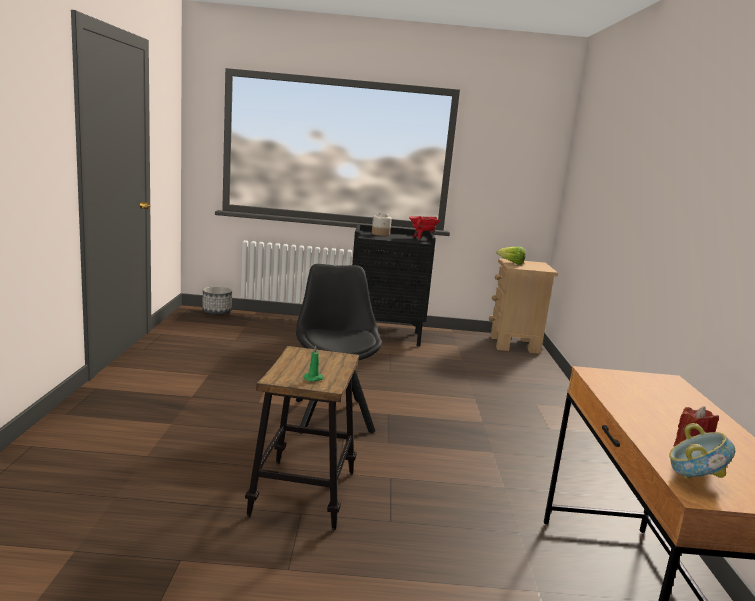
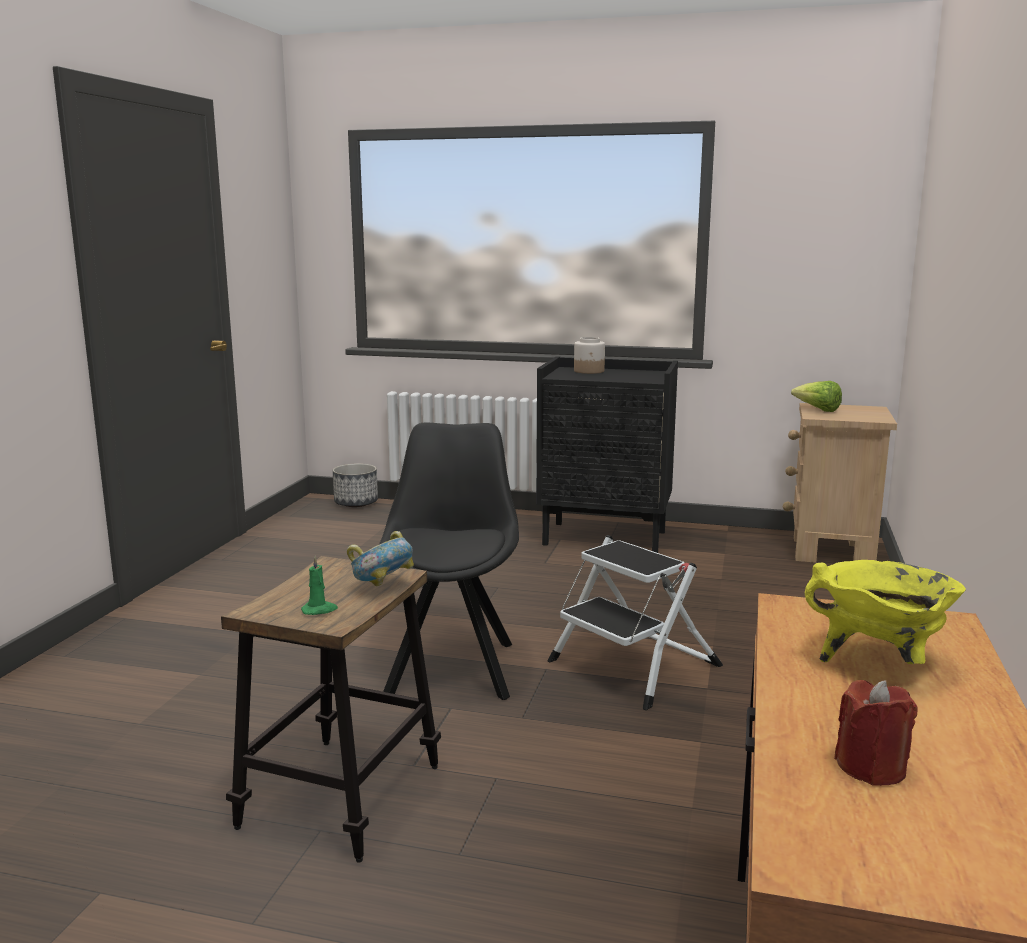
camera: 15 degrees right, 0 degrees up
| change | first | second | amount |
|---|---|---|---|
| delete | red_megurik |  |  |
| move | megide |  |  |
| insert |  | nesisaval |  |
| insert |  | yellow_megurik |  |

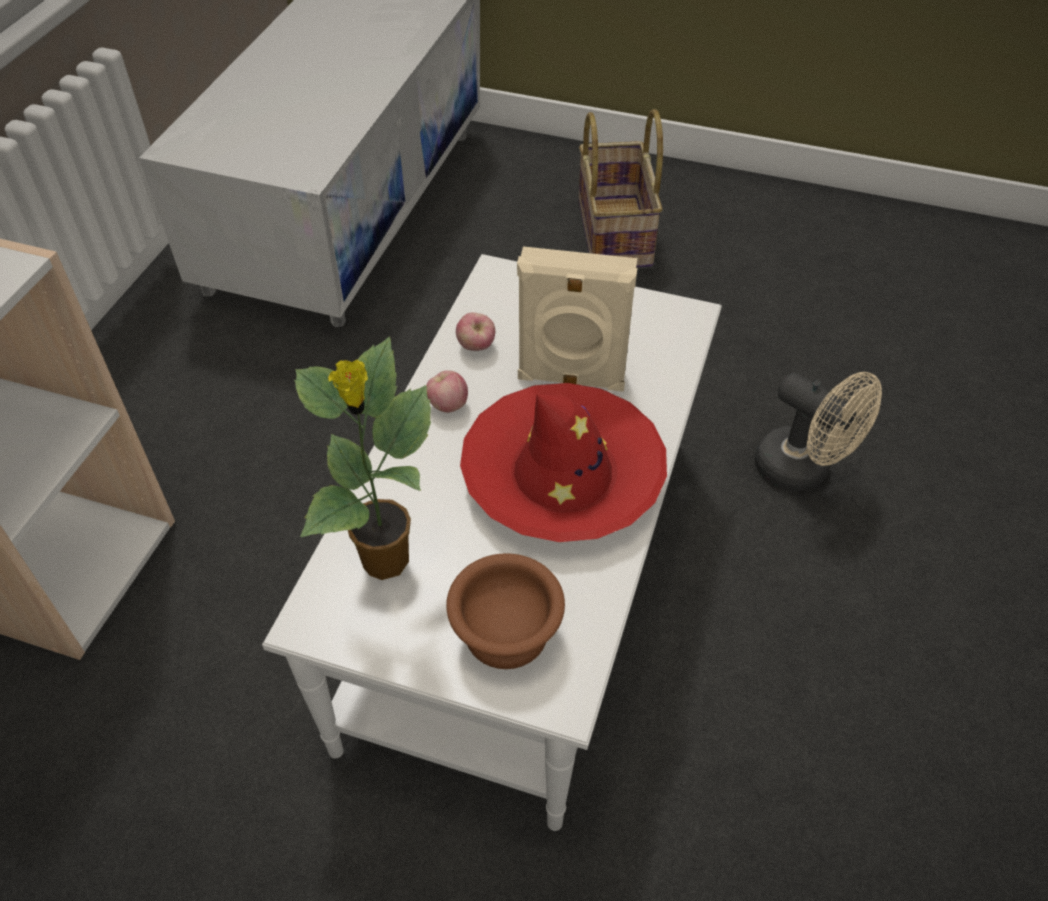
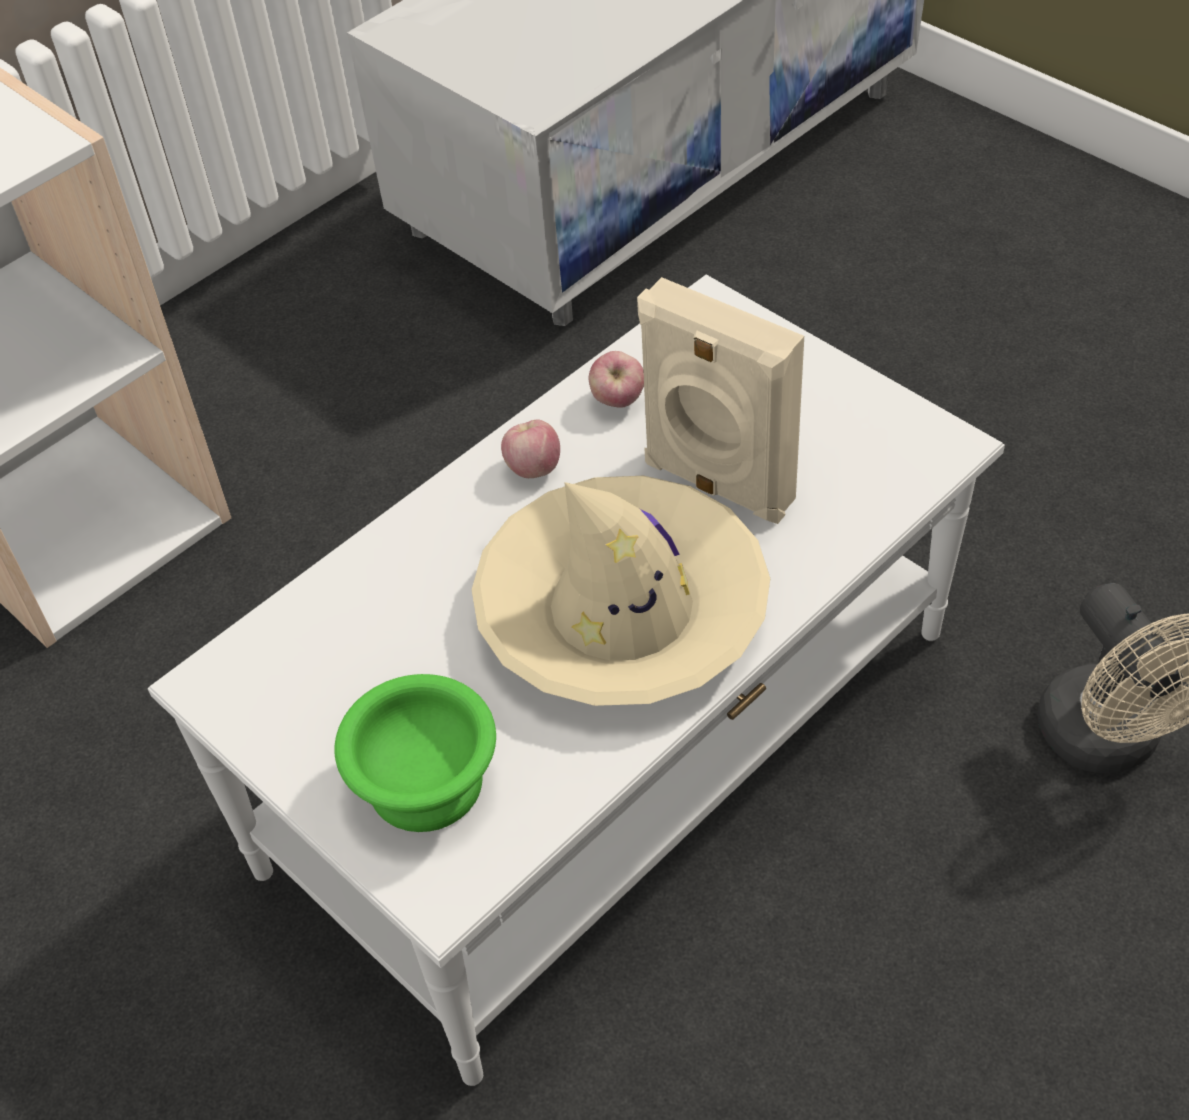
camera: 30 degrees right, 0 degrees up
| change | first | second | amount |
|---|---|---|---|
| delete | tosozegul |  |  |
| delete | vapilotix |  |  |
| recolor | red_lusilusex | beige_lusilusex |  |
| recolor | brown_megide | green_megide |  |

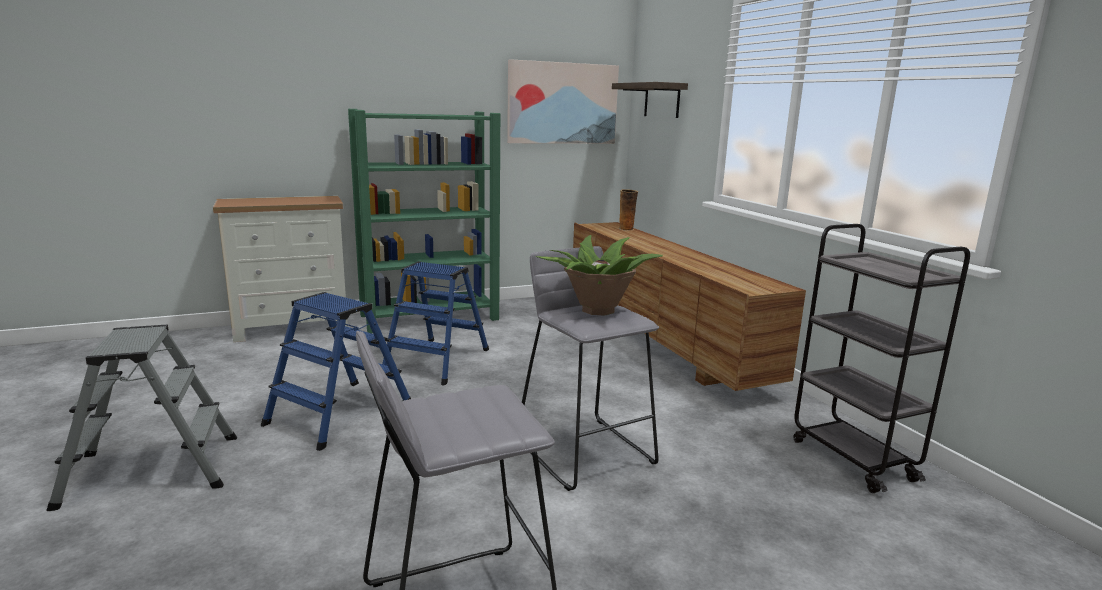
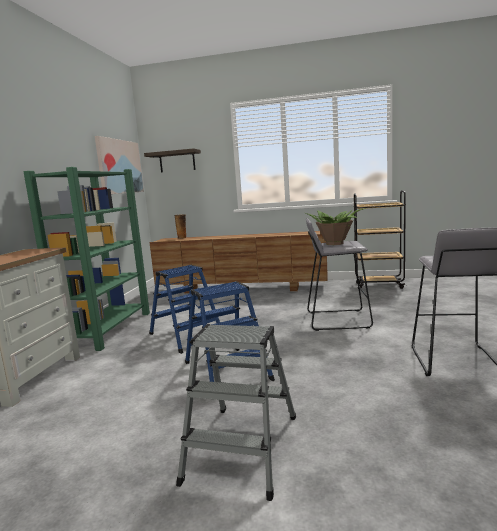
camera: 55 degrees left, 5 degrees down
| change | first | second | amount |
|---|---|---|---|
| recolor | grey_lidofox | brown_lidofox |  |

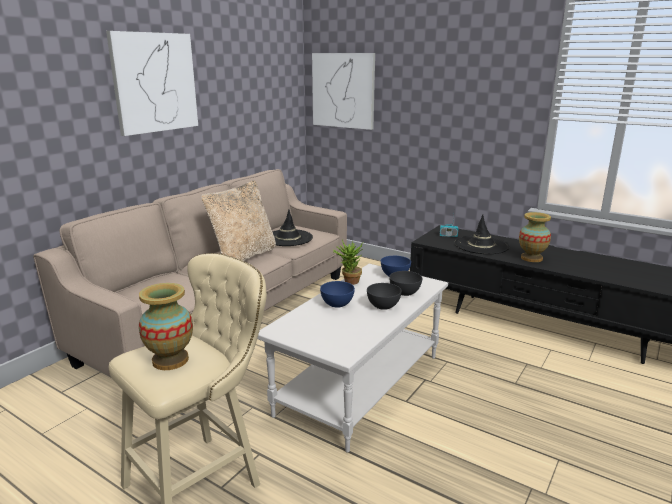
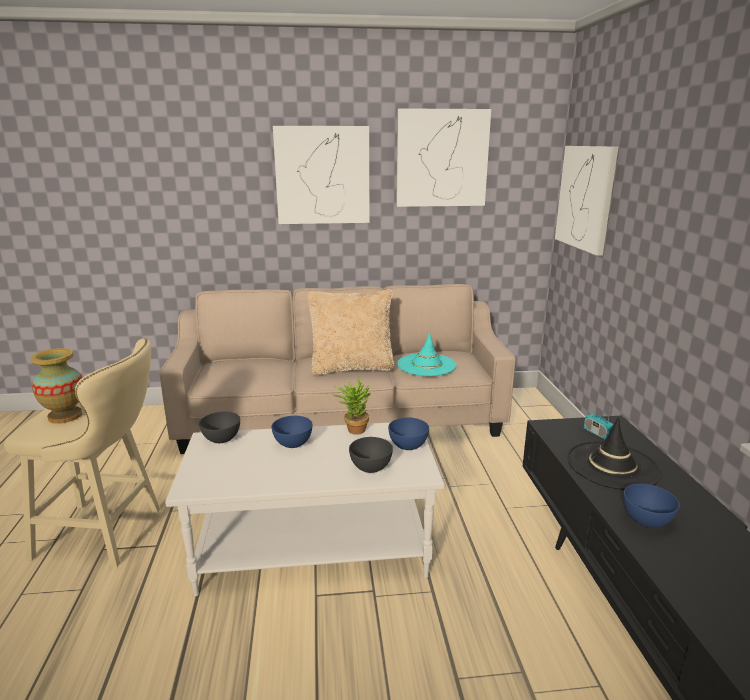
camera: 50 degrees right, 0 degrees up
| change | first | second | amount |
|---|---|---|---|
| recolor | black_lusilusex (1st from left) | turquoise_lusilusex |  |
| replace | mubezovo (2nd from left) | blue_megide (3rd from left) |  |
| move | grey_megide (1st from left) |  |  |
| insert |  | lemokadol (2nd from left) |  |

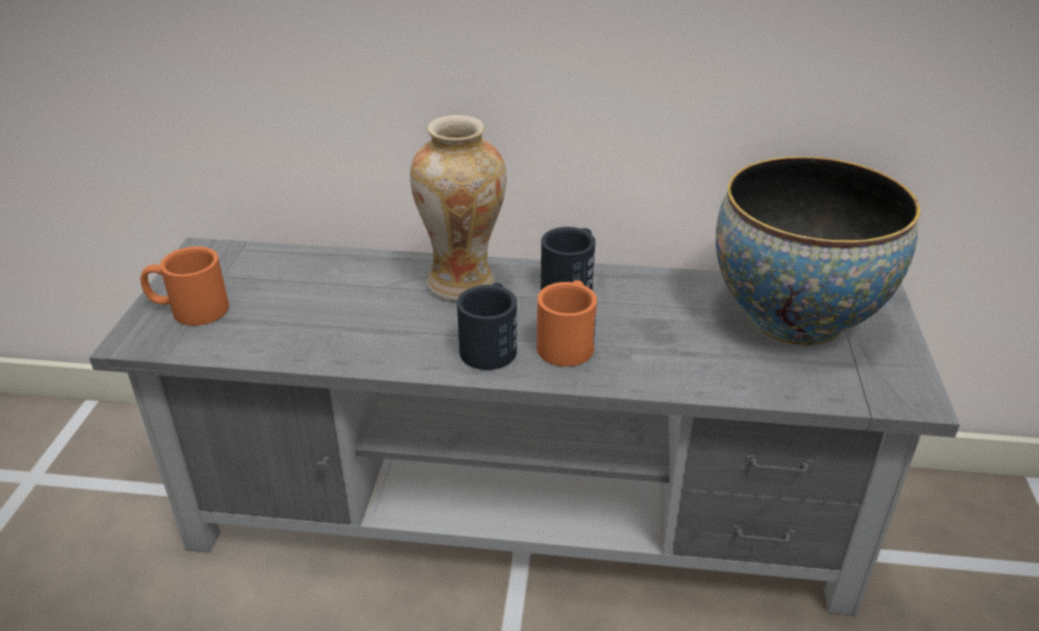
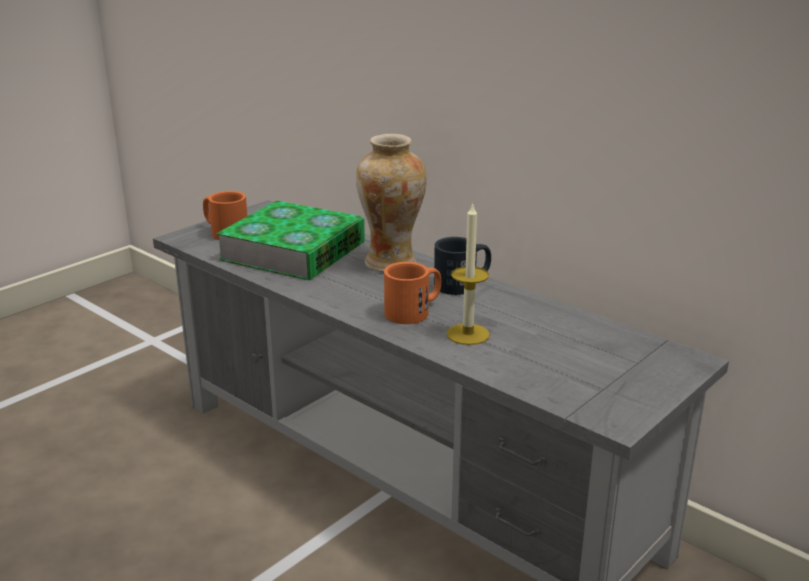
camera: 35 degrees right, 10 degrees down
| change | first | second | amount |
|---|---|---|---|
| delete | megide |  |  |
| delete | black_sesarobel (1st from left) |  |  |
| insert |  | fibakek |  |
| insert |  | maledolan |  |

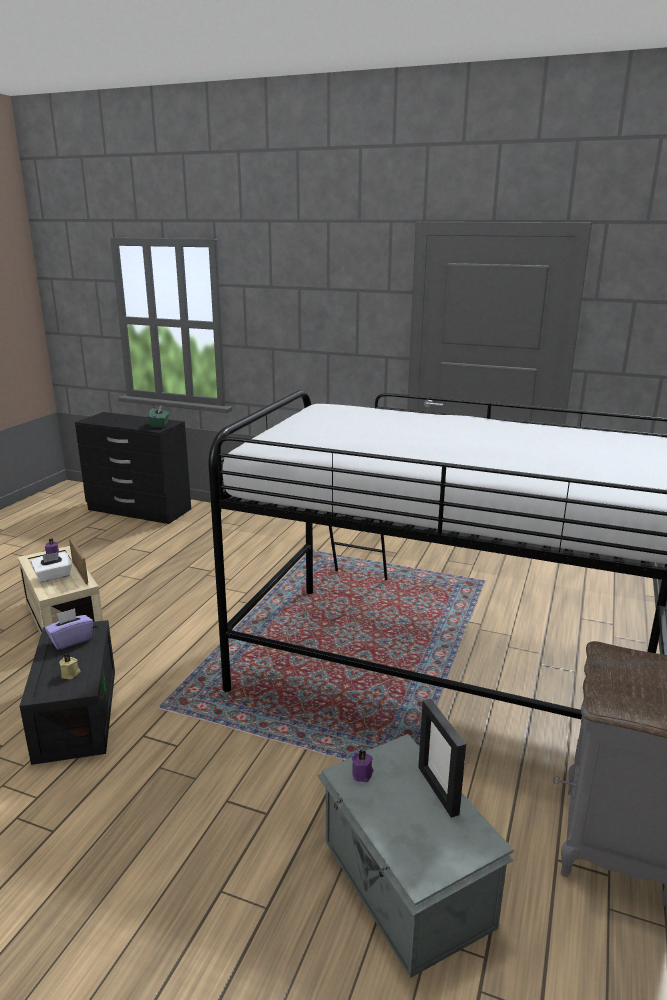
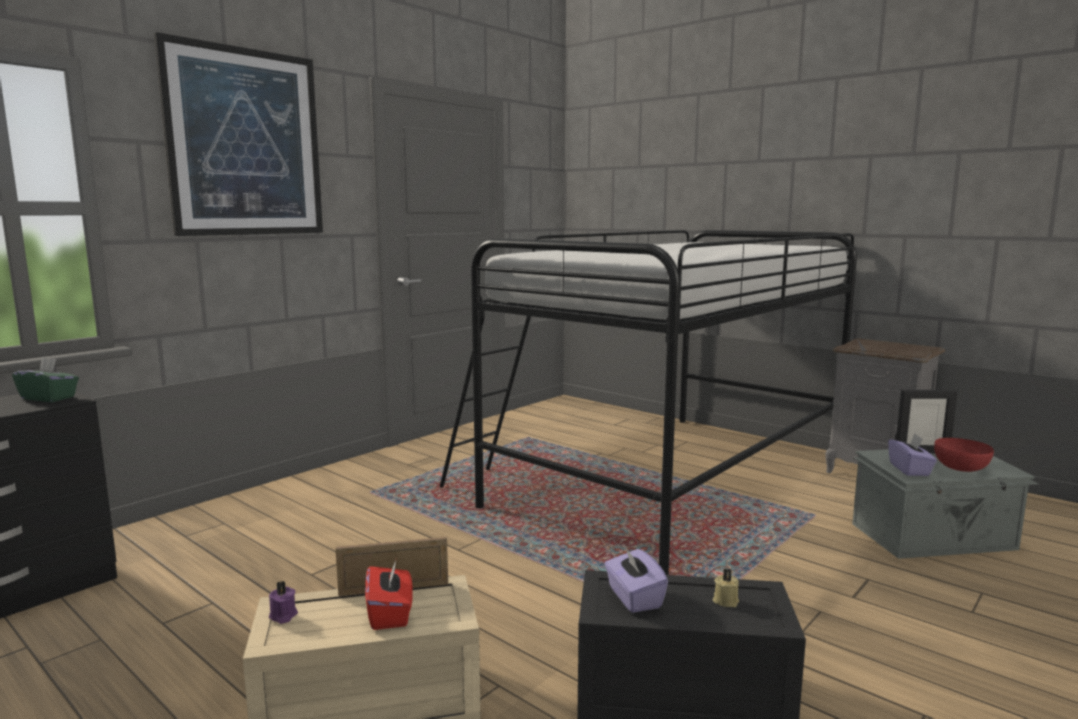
camera: 70 degrees left, 10 degrees down
| change | first | second | amount |
|---|---|---|---|
| recolor | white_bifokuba | red_bifokuba |  |
| replace | purple_maledolan (2nd from left) | purple_bifokuba (2nd from left) |  |
| insert |  | lemokadol |  |
| insert |  | red_megide |  |

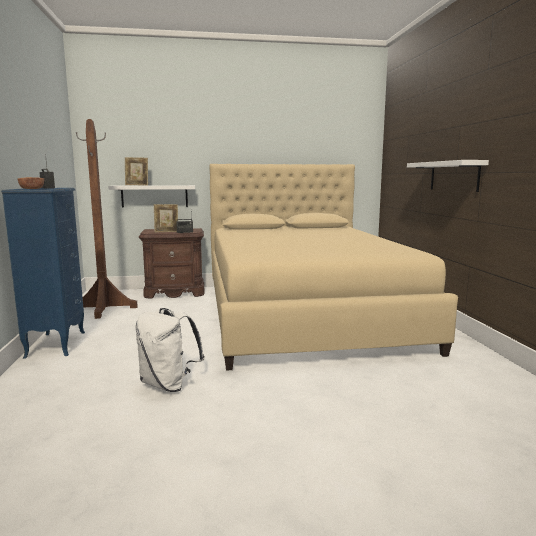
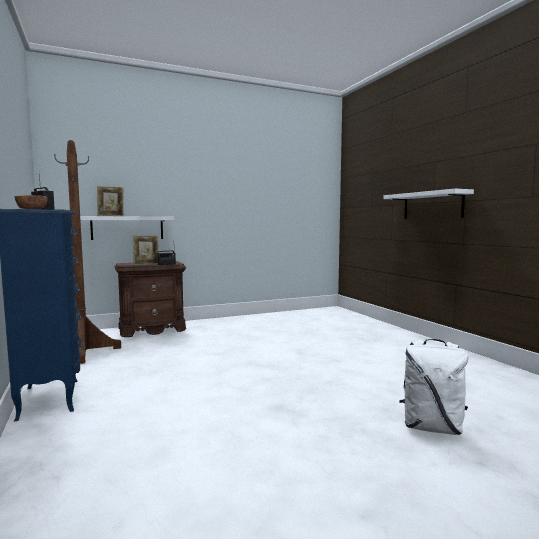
camera: 15 degrees left, 5 degrees down
| change | first | second | amount |
|---|---|---|---|
| delete | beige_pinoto |  |  |
| move | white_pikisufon |  |  |

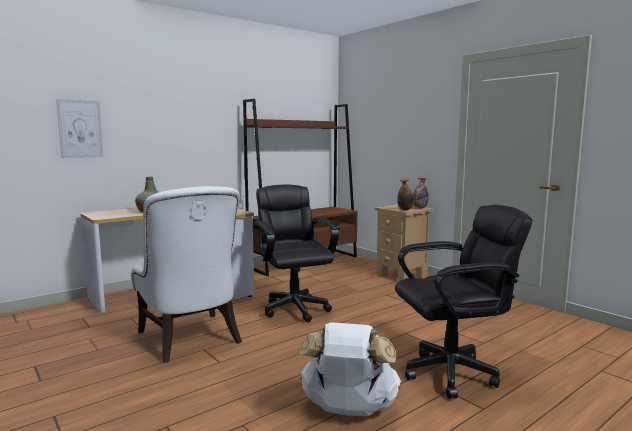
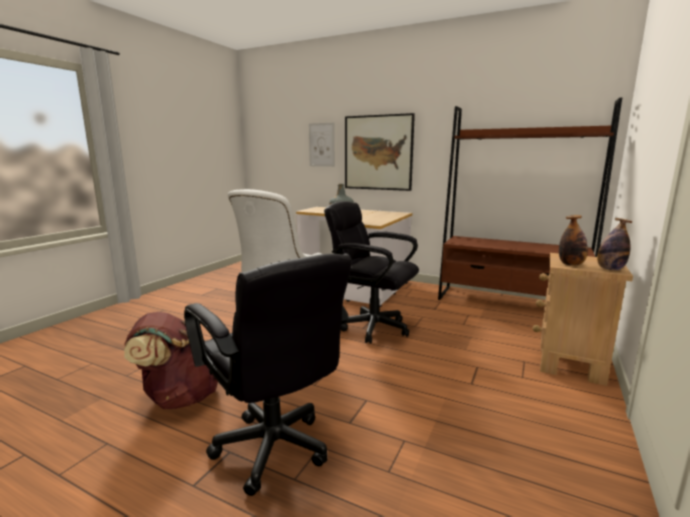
camera: 65 degrees right, 5 degrees up
| change | first | second | amount |
|---|---|---|---|
| rotate | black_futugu (1st from left in the first image) | black_futugu (2nd from left) | 105 degrees counterclockwise |
| recolor | white_pikisufon | brown_pikisufon |  |
| insert |  | lemokadol (2nd from left) |  |

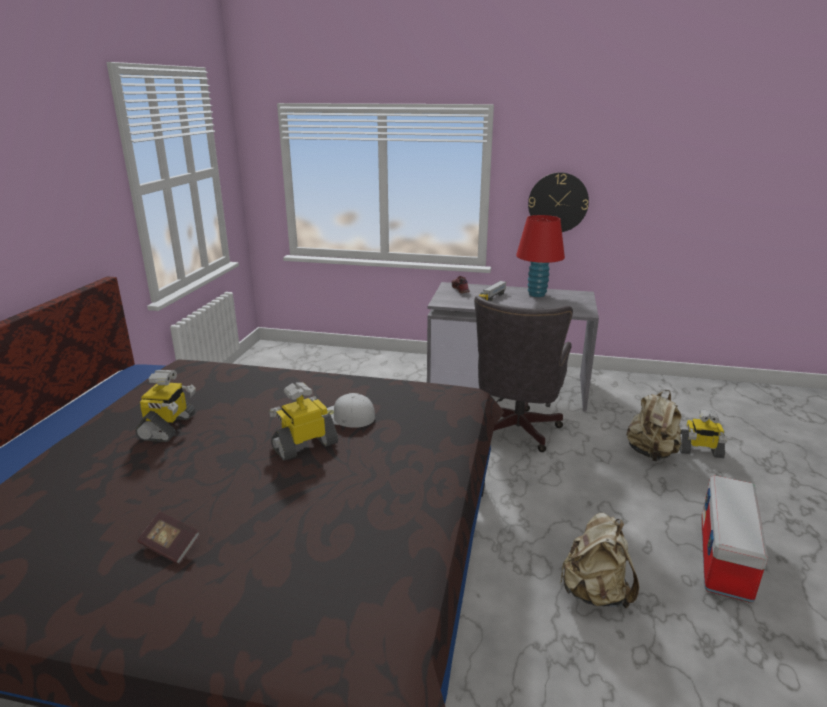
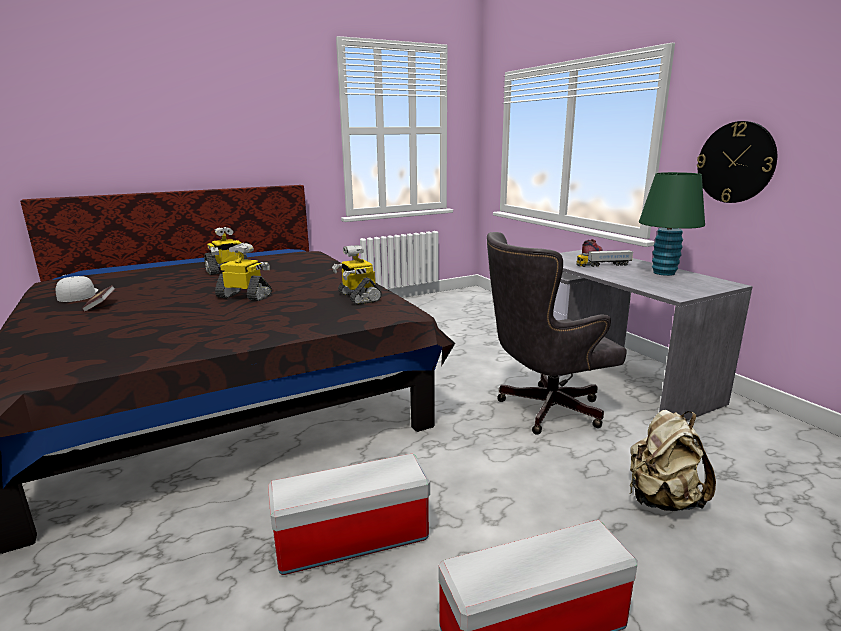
camera: 50 degrees right, 5 degrees down
| change | first | second | amount |
|---|---|---|---|
| recolor | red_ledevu | green_ledevu |  |
| move | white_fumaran |  |  |
| move | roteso (3rd from left) |  |  |
| replace | beige_pikisufon (1st from left) | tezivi (1st from left) |  |

